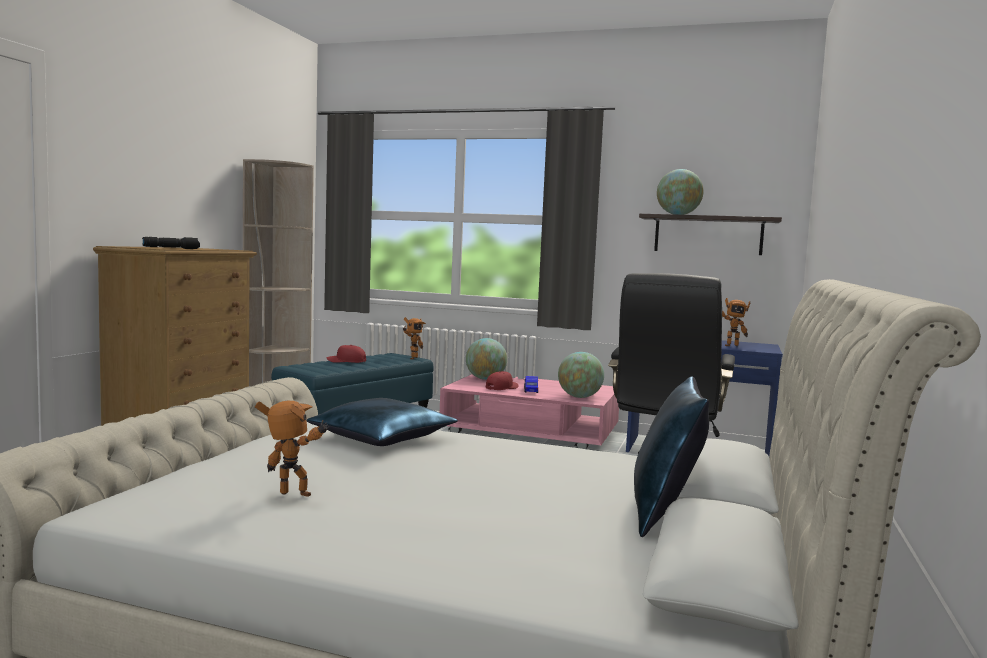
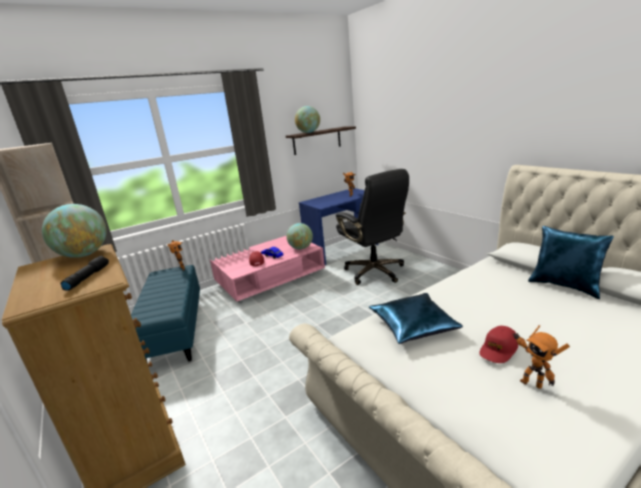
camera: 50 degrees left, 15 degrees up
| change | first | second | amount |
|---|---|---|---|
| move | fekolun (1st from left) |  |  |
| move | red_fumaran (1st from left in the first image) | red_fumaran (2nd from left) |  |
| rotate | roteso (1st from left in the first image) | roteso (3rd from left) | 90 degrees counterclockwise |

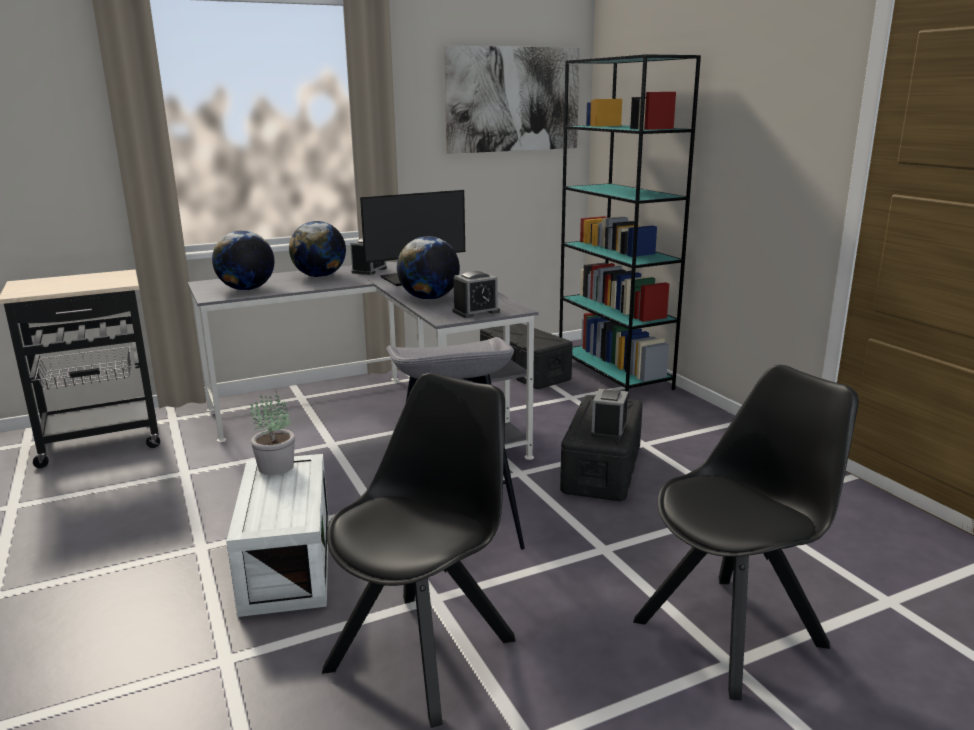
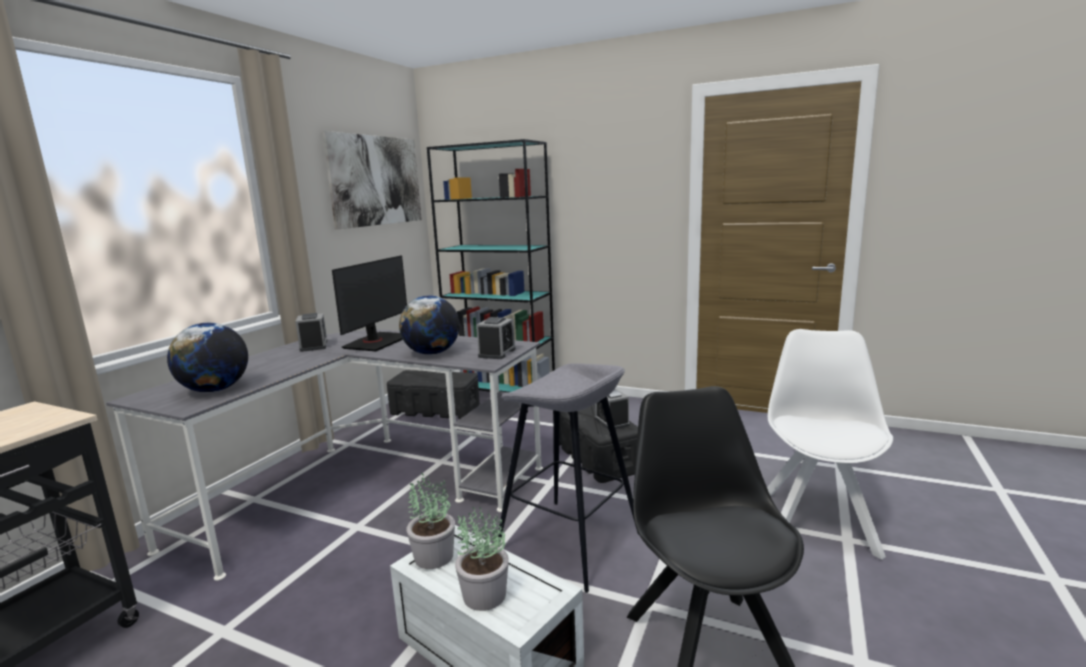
camera: 40 degrees left, 5 degrees down
| change | first | second | amount |
|---|---|---|---|
| delete | fekolun (2nd from left) |  |  |
| recolor | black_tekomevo (2nd from left) | white_tekomevo |  |
| insert |  | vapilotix (2nd from left) |  |

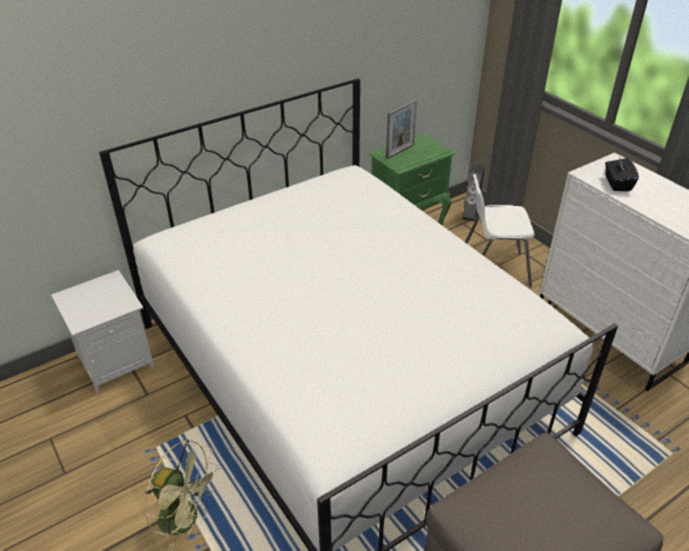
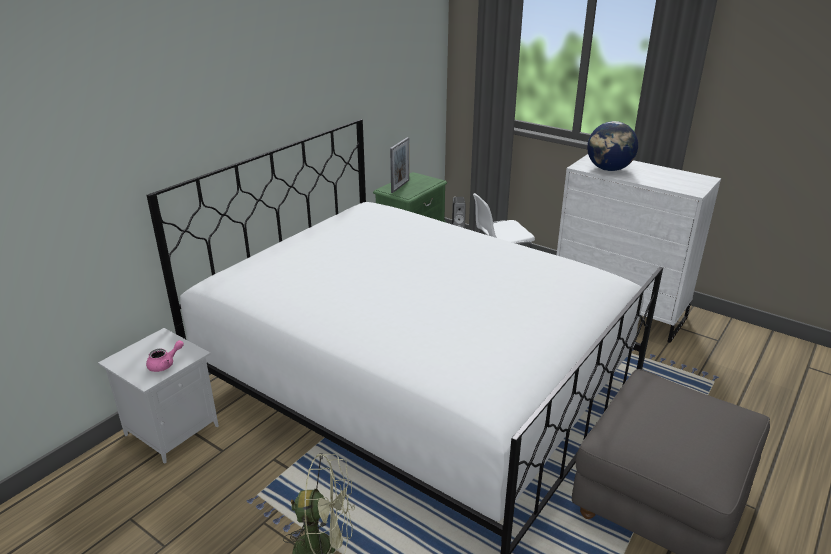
camera: 20 degrees left, 10 degrees down
| change | first | second | amount |
|---|---|---|---|
| replace | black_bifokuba | fekolun |  |
| insert |  | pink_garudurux |  |

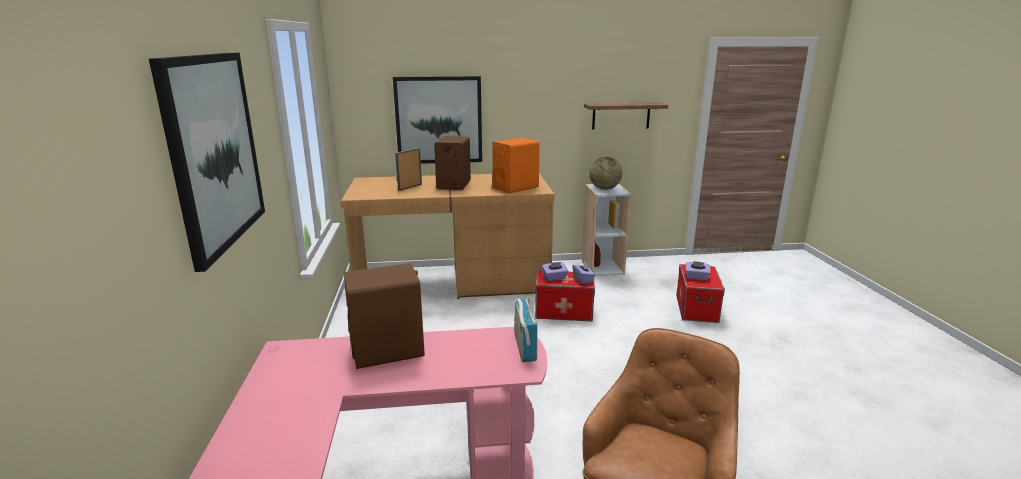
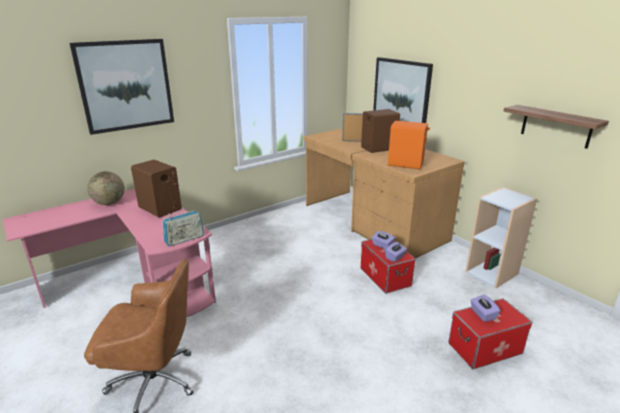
camera: 60 degrees right, 5 degrees up
| change | first | second | amount |
|---|---|---|---|
| move | fekolun |  |  |

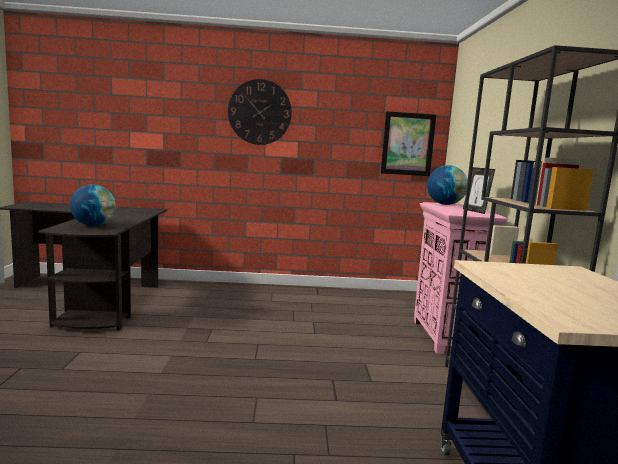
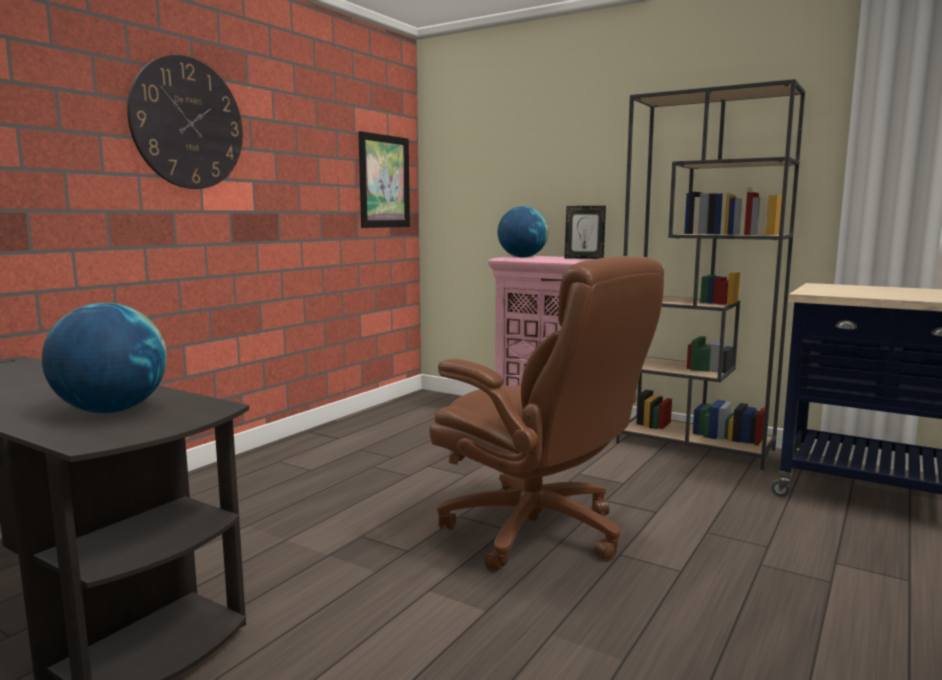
camera: 55 degrees left, 0 degrees up
| change | first | second | amount |
|---|---|---|---|
| insert |  | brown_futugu |  |

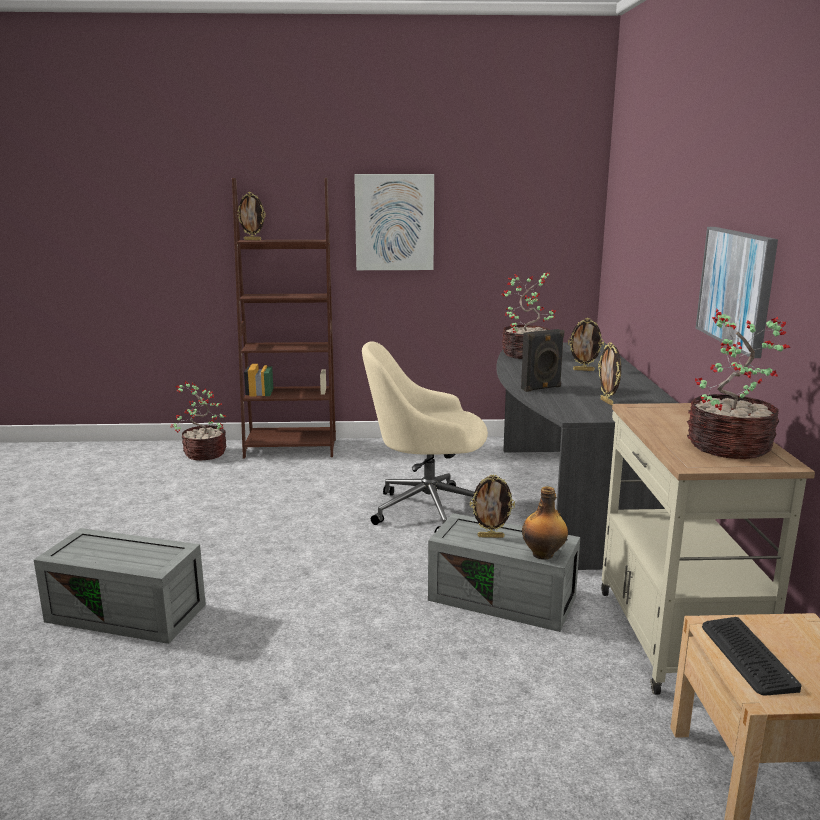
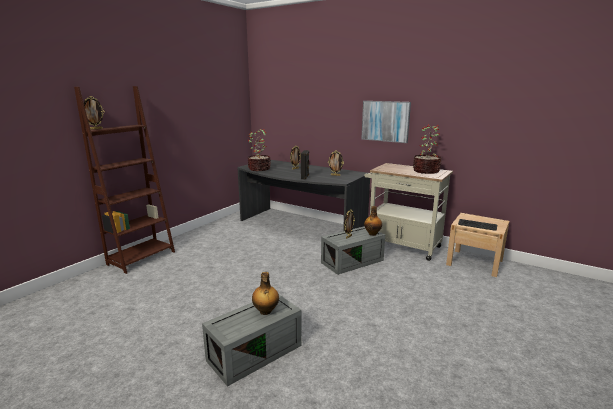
camera: 55 degrees left, 0 degrees up
| change | first | second | amount |
|---|---|---|---|
| delete | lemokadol (1st from left) |  |  |
| delete | beige_futugu |  |  |
| delete | vapilotix (1st from left) |  |  |
| insert |  | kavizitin (1st from left) |  |

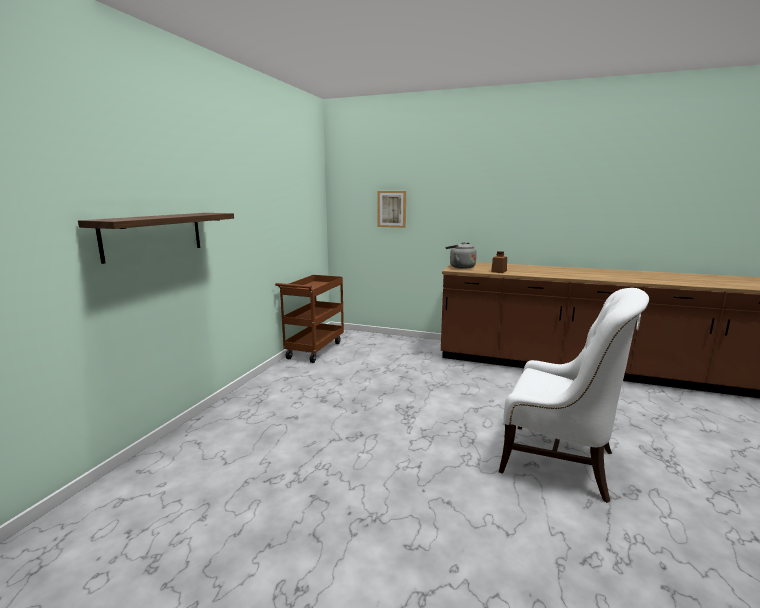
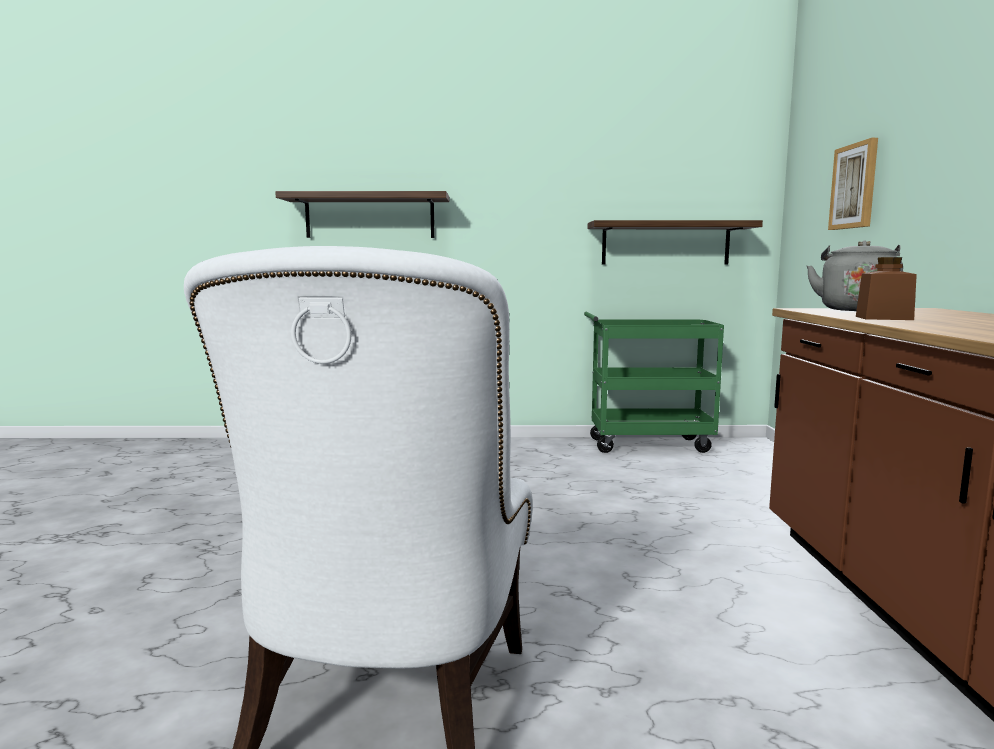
camera: 70 degrees right, 5 degrees down
| change | first | second | amount |
|---|---|---|---|
| recolor | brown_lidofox | green_lidofox |  |
| insert |  | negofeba (2nd from left) |  |

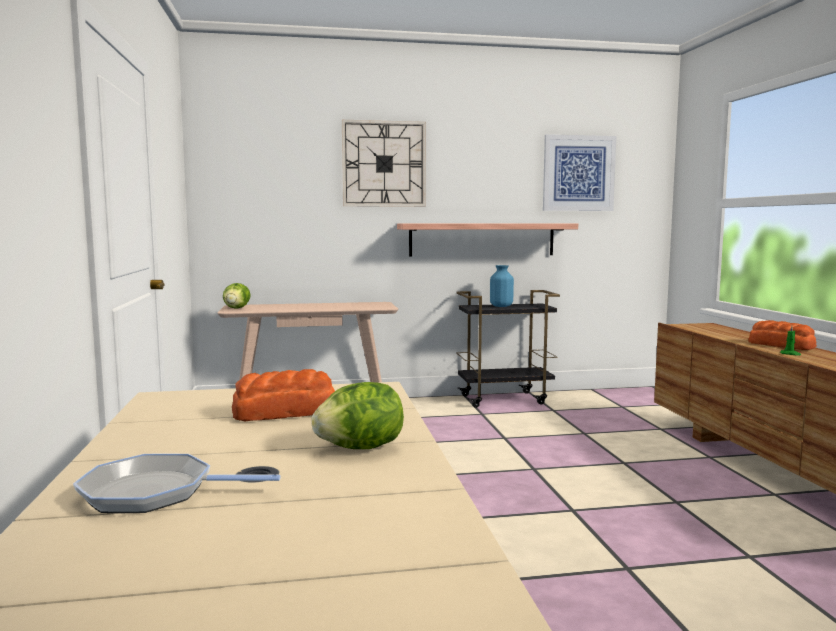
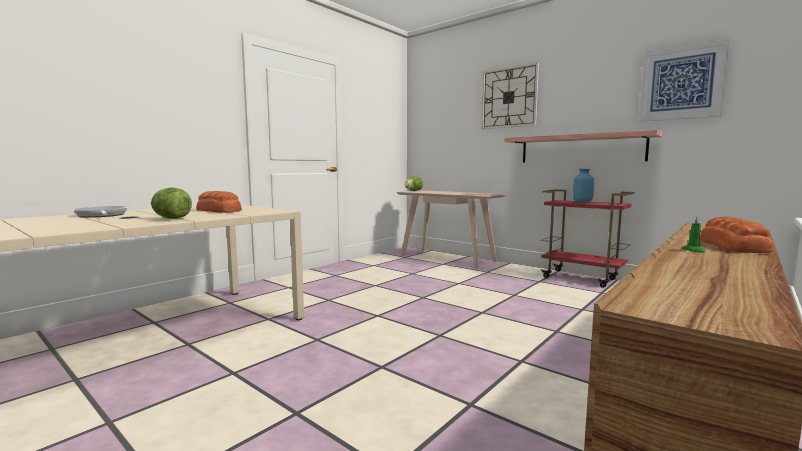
camera: 50 degrees right, 0 degrees up
| change | first | second | amount |
|---|---|---|---|
| recolor | black_lidofox | red_lidofox |  |

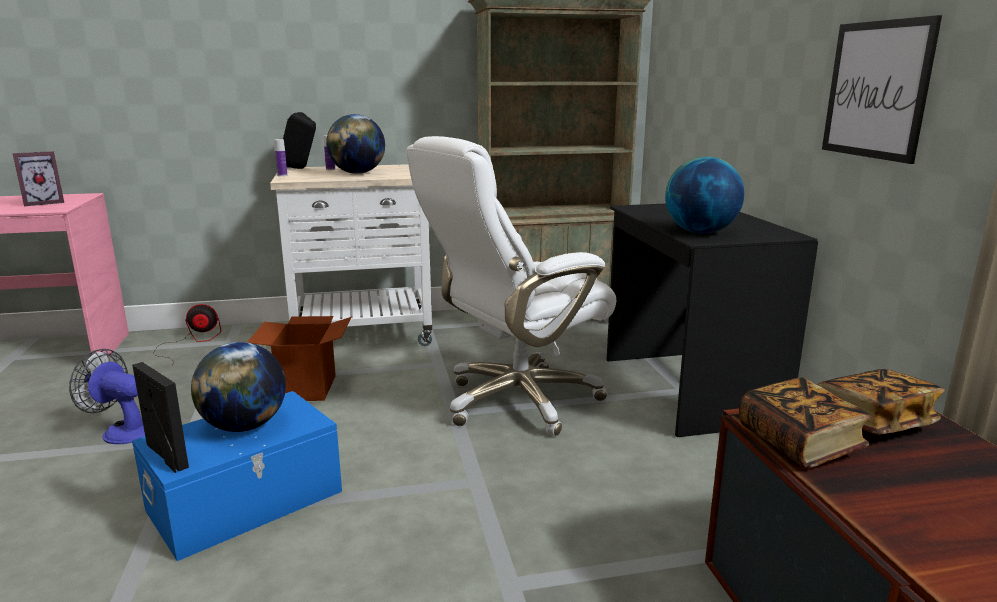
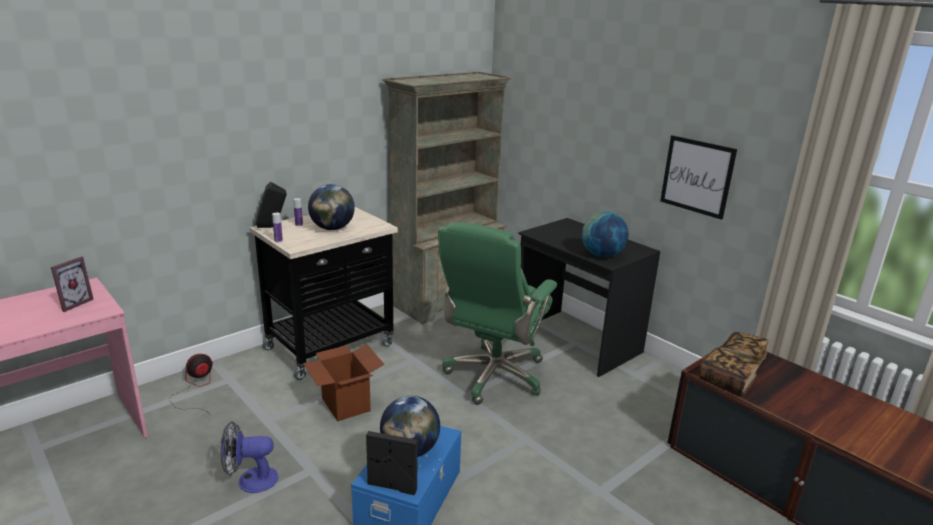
camera: 30 degrees left, 5 degrees up
| change | first | second | amount |
|---|---|---|---|
| recolor | white_futugu | green_futugu |  |
| recolor | white_lidofox | black_lidofox |  |

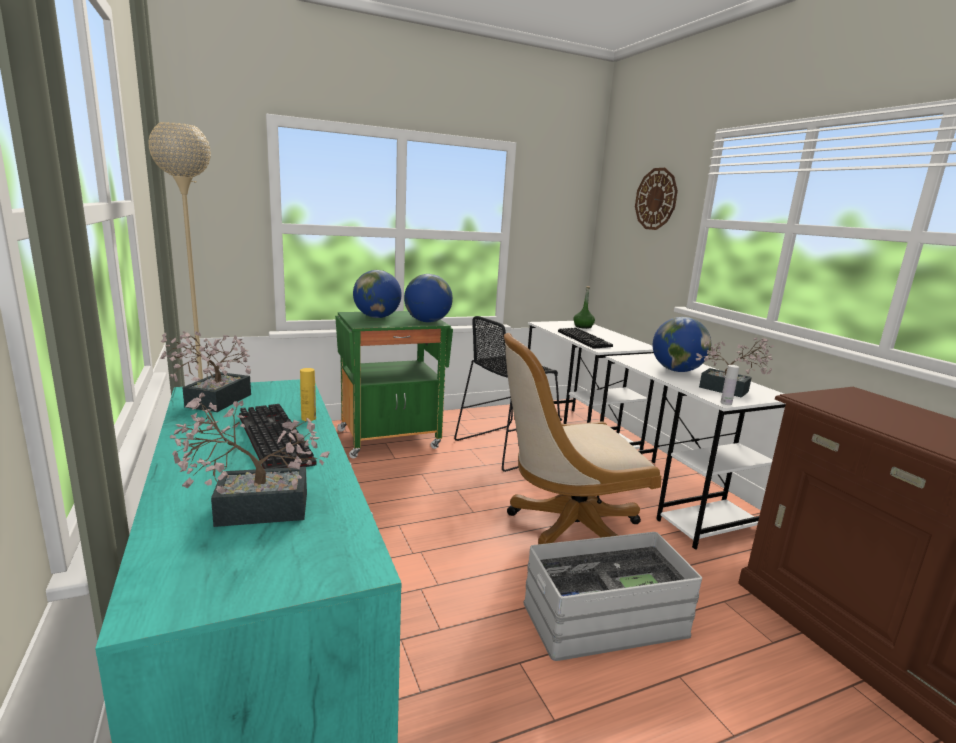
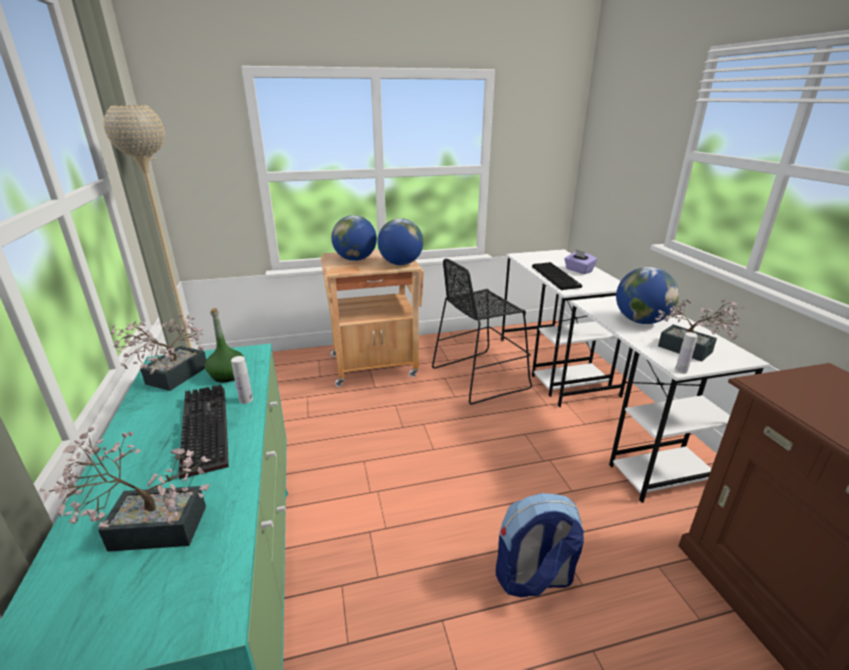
camera: 10 degrees right, 10 degrees up
| change | first | second | amount |
|---|---|---|---|
| delete | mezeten |  |  |
| move | green_kavizitin |  |  |
| recolor | green_lidofox | brown_lidofox |  |
| delete | futugu |  |  |
| recolor | yellow_kavizitin | white_kavizitin (1st from left) |  |
| replace | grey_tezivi | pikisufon |  |
| insert |  | purple_bifokuba |  |

